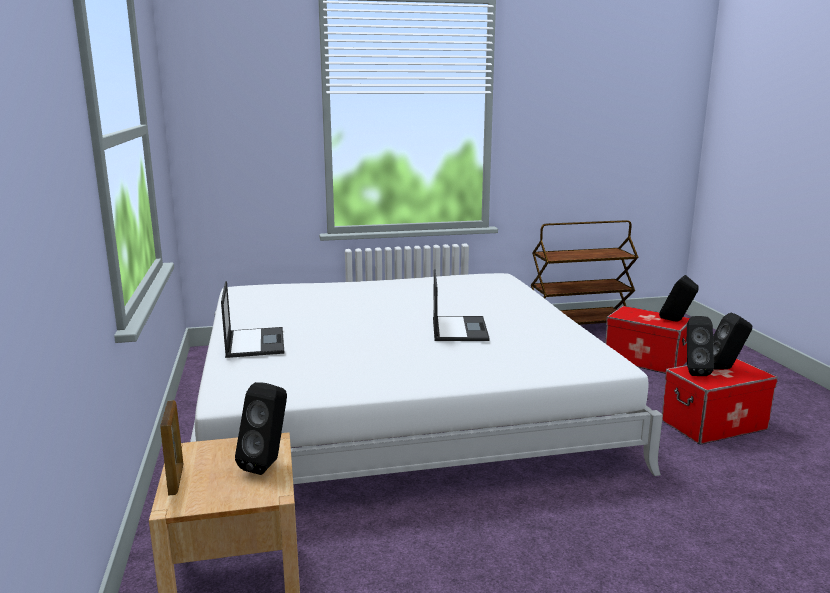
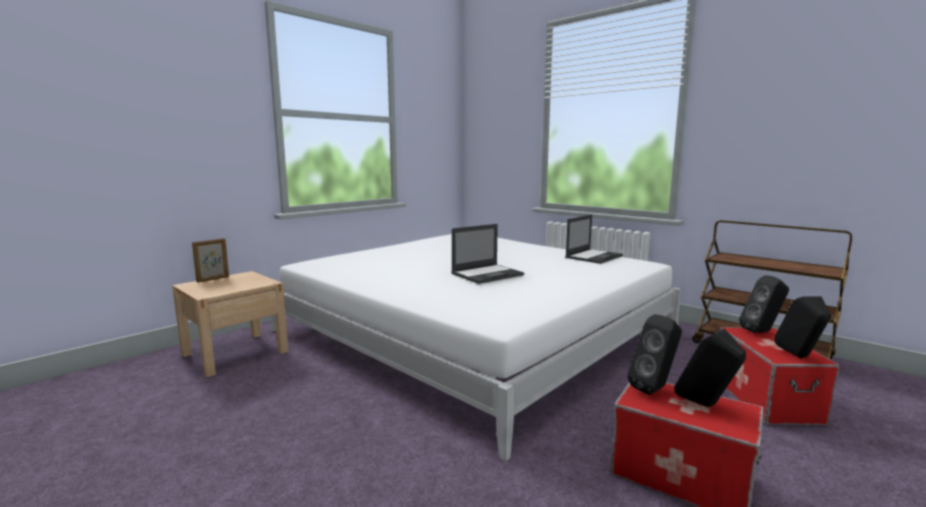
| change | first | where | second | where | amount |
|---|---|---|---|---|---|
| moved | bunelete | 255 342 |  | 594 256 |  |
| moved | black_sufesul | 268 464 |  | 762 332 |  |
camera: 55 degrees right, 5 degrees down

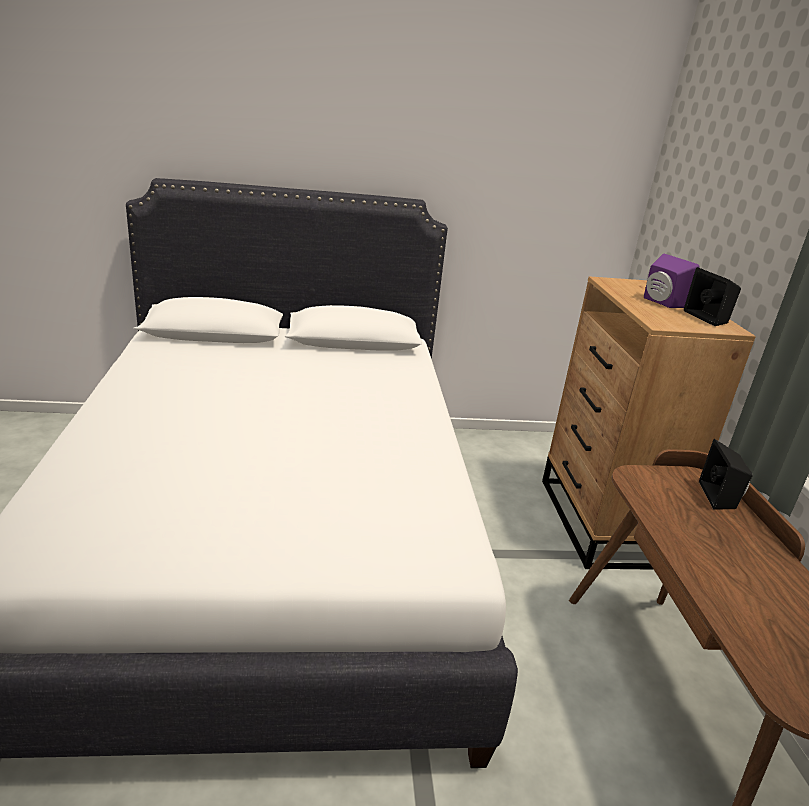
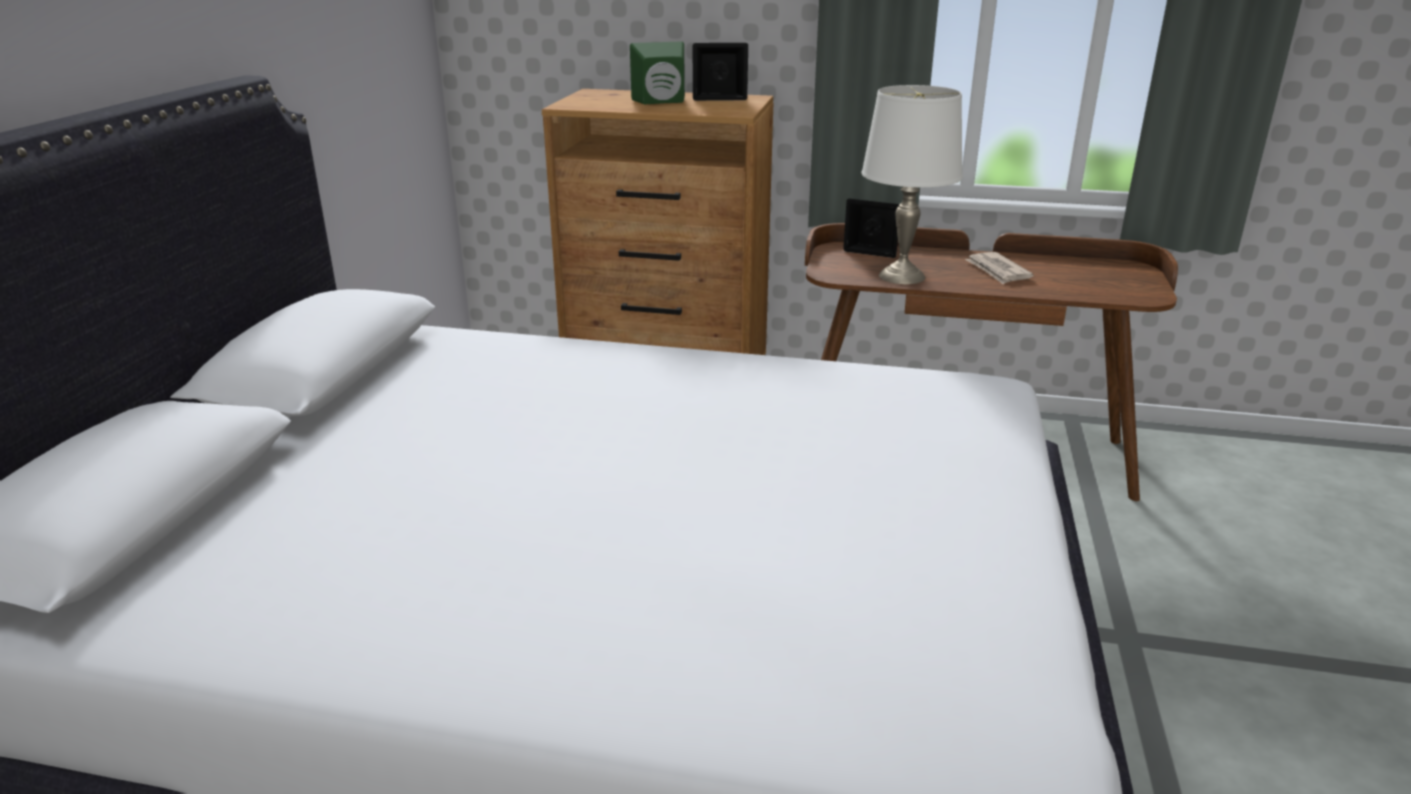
| change | first | where | second | where | amount |
|---|---|---|---|---|---|
| recoloured | purple_sufesul | 660 302 | green_sufesul | 661 102 |  |
| added |  |  | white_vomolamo | 902 276 |  |
| added |  |  | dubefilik | 997 271 |  |
camera: 70 degrees left, 0 degrees up

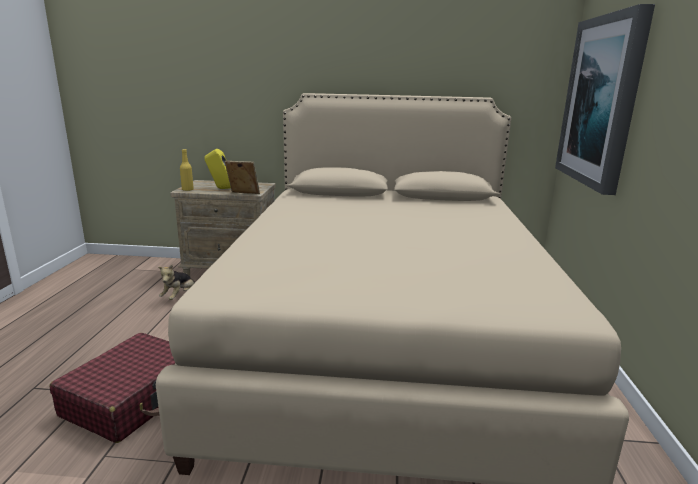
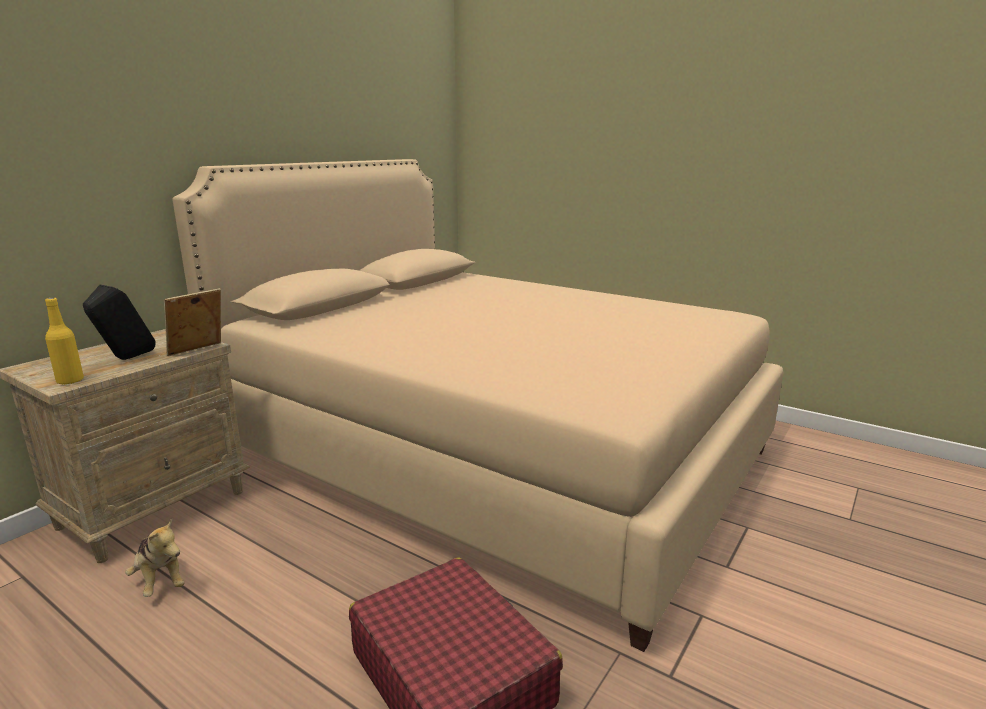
| change | first | where | second | where | amount |
|---|---|---|---|---|---|
| removed | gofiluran | 601 101 |  |  |  |
| recoloured | yellow_sufesul | 221 188 | black_sufesul | 125 359 |  |
camera: 60 degrees left, 0 degrees up

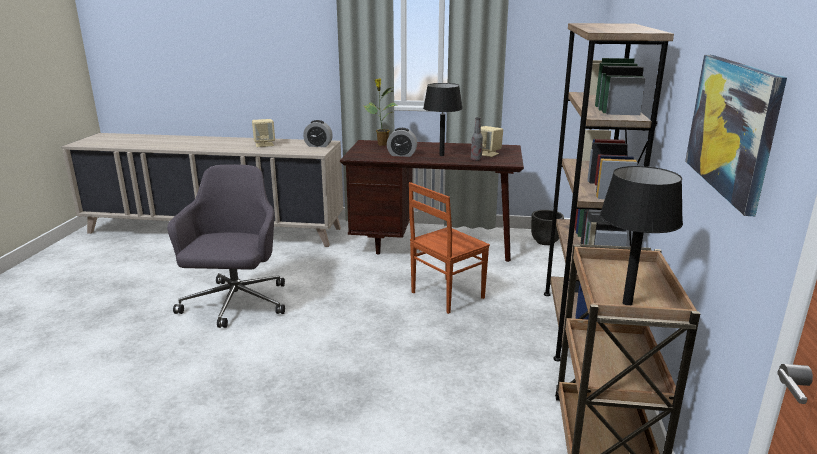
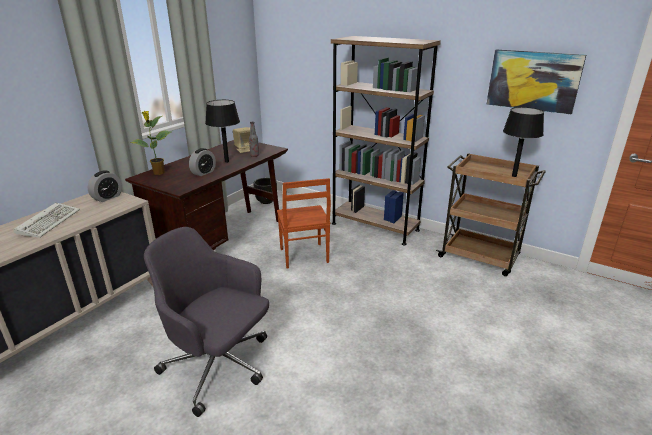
| change | first | where | second | where | amount |
|---|---|---|---|---|---|
| replaced | beige_sufesul | 264 144 | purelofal | 49 222 |  |
camera: 65 degrees left, 5 degrees up

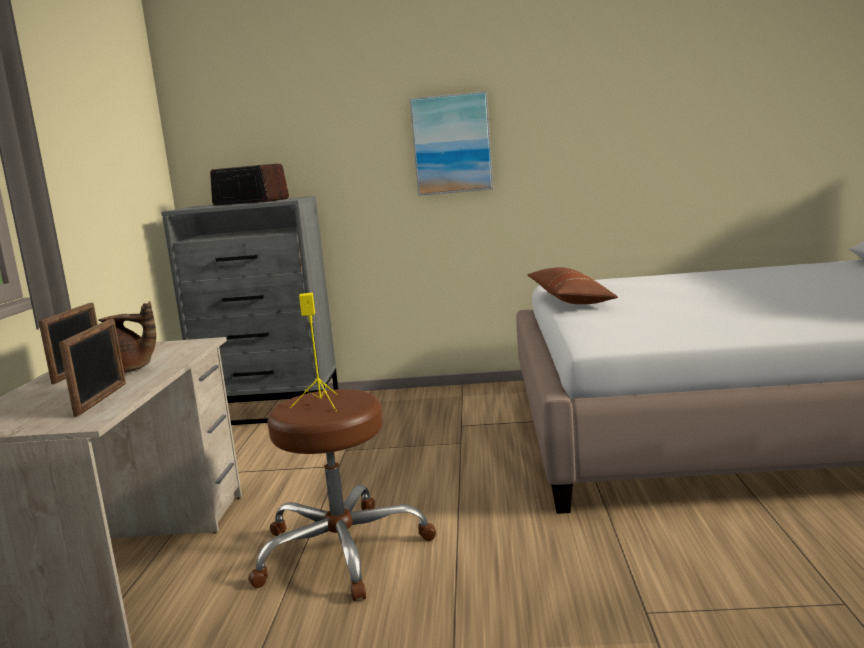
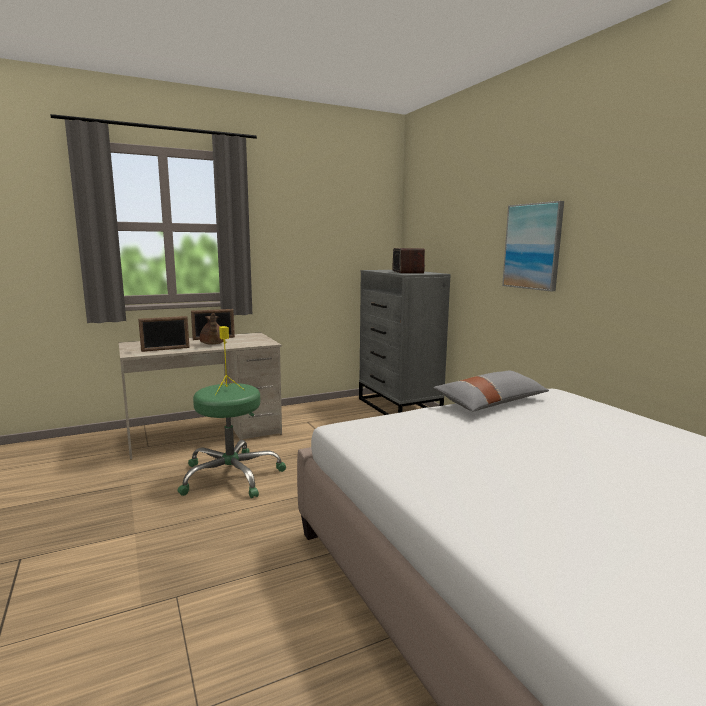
| change | first | where | second | where | amount |
|---|---|---|---|---|---|
| recoloured | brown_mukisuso | 569 299 | grey_mukisuso | 491 402 |  |
| recoloured | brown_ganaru | 341 551 | green_ganaru | 231 476 |  |
camera: 60 degrees right, 0 degrees up

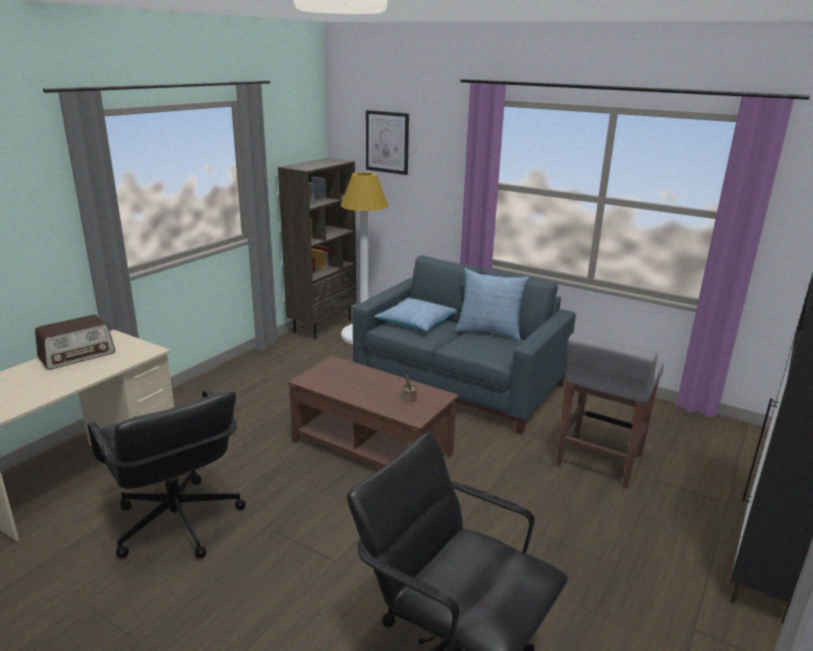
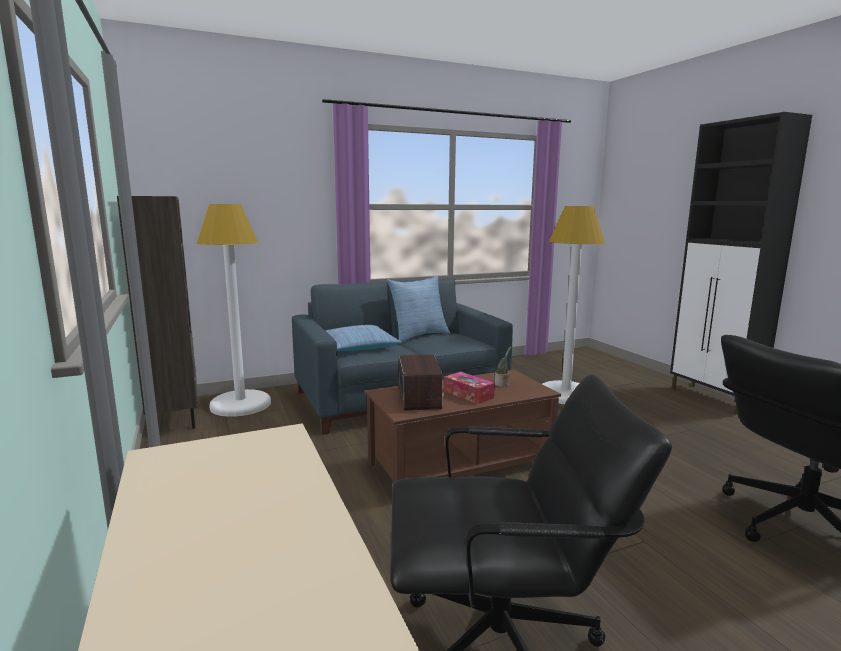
| change | first | where | second | where | amount |
|---|---|---|---|---|---|
| removed | gofiluran | 387 142 |  |  |  |
| moved | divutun | 77 355 |  | 419 397 |  |
| replaced | grey_ganaru | 598 461 | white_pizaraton | 565 394 |  |
| added |  |  | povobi | 468 394 |  |
camera: 55 degrees left, 10 degrees down

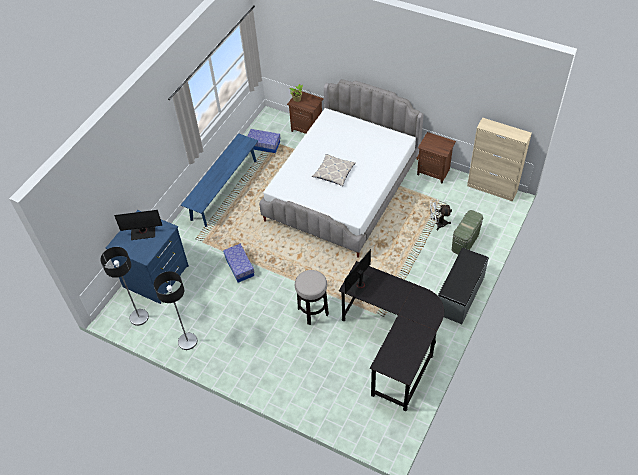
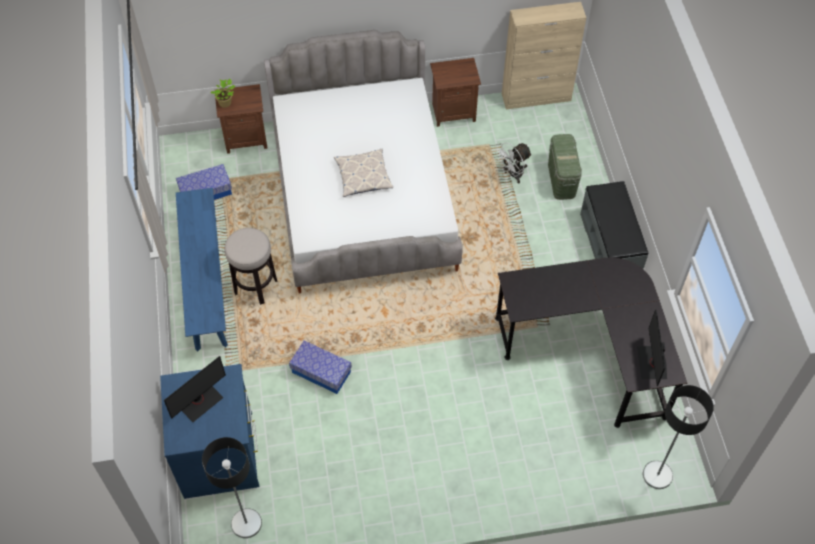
| change | first | where | second | where | amount |
|---|---|---|---|---|---|
| moved | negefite | 358 284 |  | 652 363 |  |
| moved | ganaru | 313 311 |  | 255 286 |  |
| moved | pizaraton | 187 341 |  | 657 475 |  |
camera: 40 degrees left, 5 degrees up

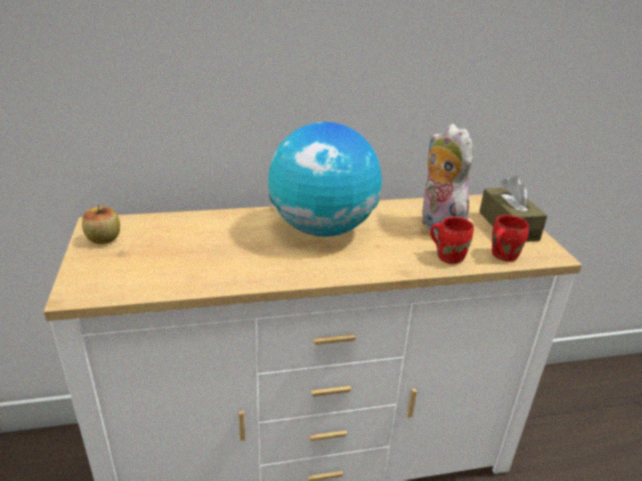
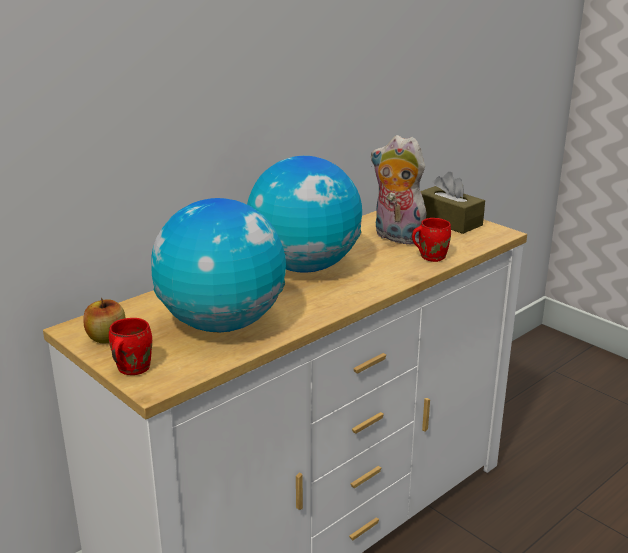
| change | first | where | second | where | amount |
|---|---|---|---|---|---|
| moved | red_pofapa | 501 255 |  | 130 368 |  |
| added |  |  | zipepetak | 222 324 |  |
camera: 30 degrees left, 5 degrees down

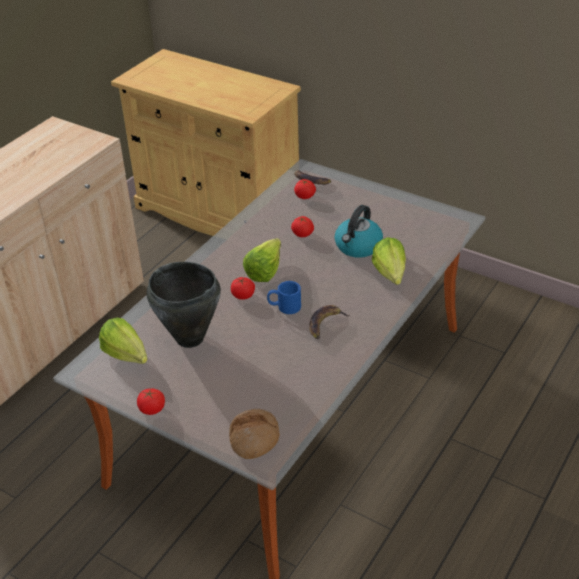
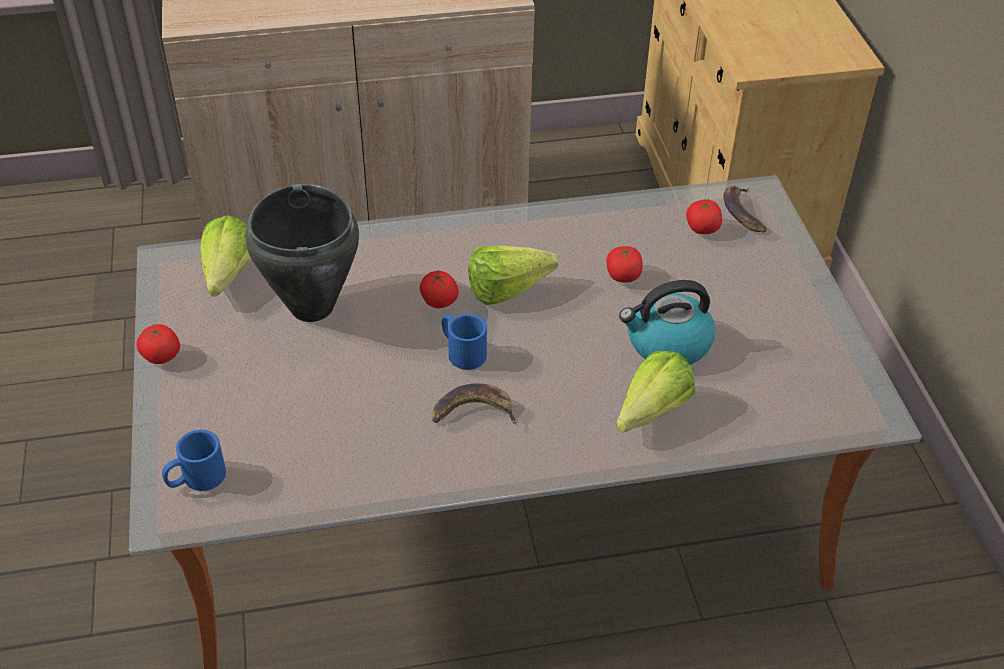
| change | first | where | second | where | amount |
|---|---|---|---|---|---|
| replaced | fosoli | 254 438 | blue_pofapa | 196 479 |  |
camera: 45 degrees right, 5 degrees up

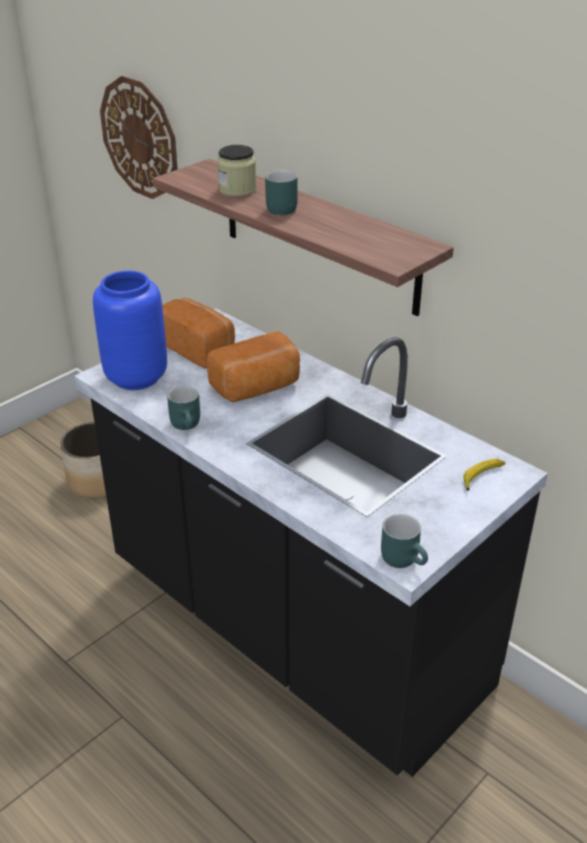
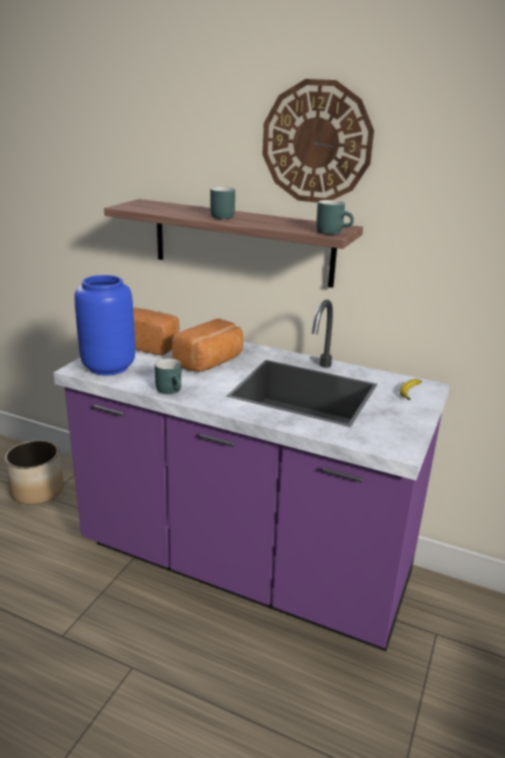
| change | first | where | second | where | amount |
|---|---|---|---|---|---|
| moved | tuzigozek | 139 138 |  | 316 142 |  |
| removed | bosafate | 237 190 |  |  |  |
| recoloured | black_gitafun | 293 628 | purple_gitafun | 245 566 |  |
| moved | turquoise_pofapa | 405 559 |  | 333 232 |  |
camera: 20 degrees left, 10 degrees down

